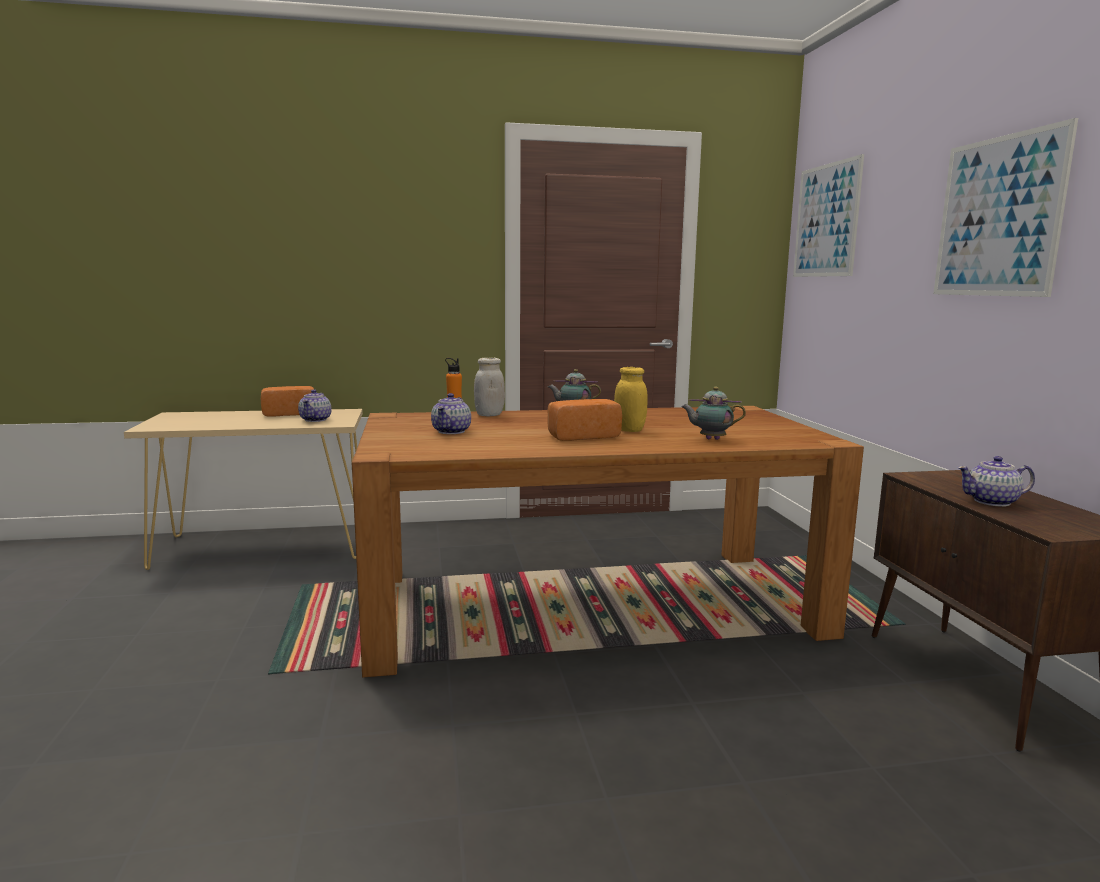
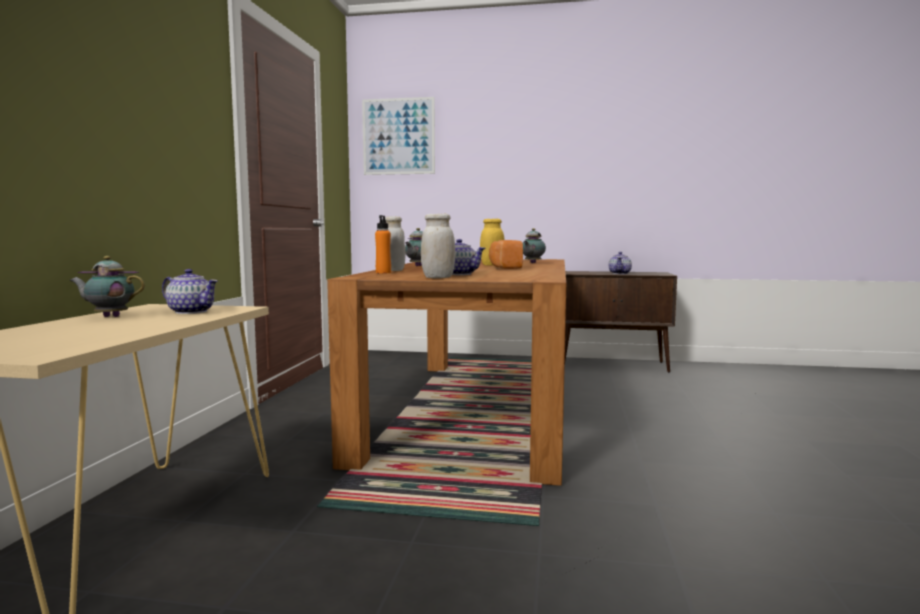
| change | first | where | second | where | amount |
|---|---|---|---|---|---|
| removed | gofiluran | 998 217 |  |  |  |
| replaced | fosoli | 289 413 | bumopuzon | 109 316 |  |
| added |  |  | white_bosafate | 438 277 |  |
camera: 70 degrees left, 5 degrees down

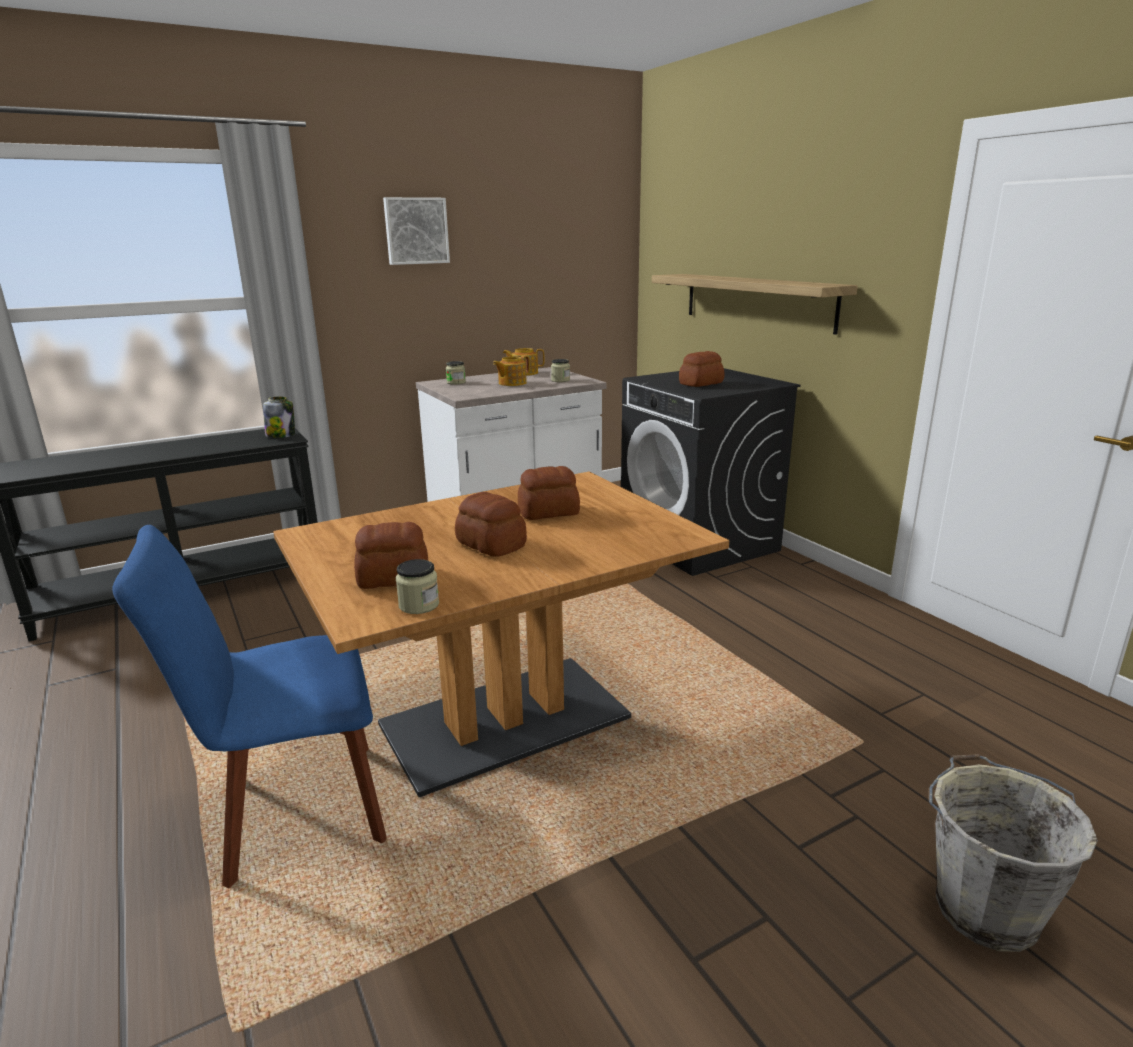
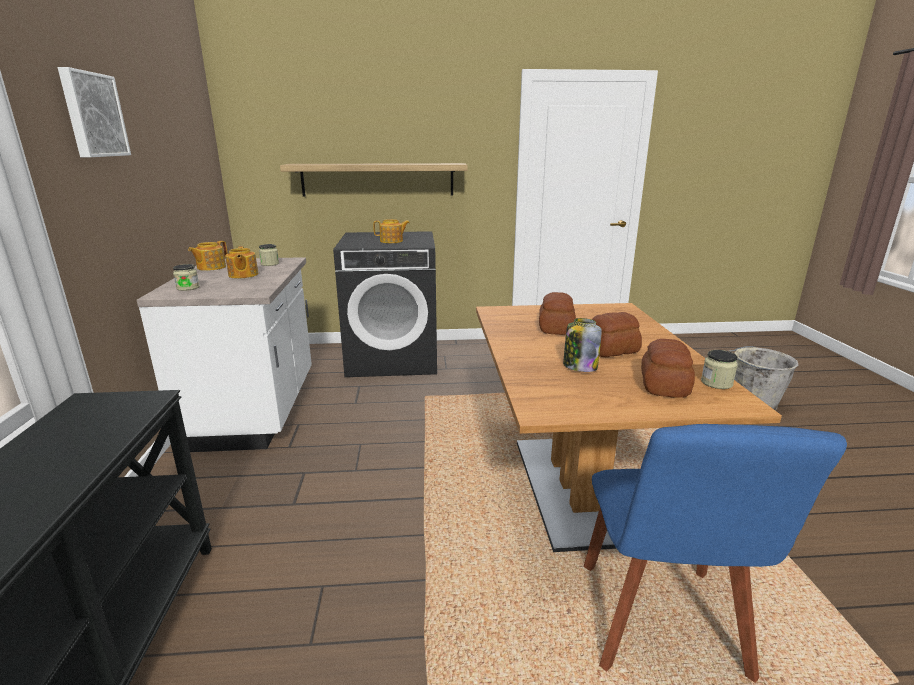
| change | first | where | second | where | amount |
|---|---|---|---|---|---|
| replaced | fosoli | 700 383 | bumopuzon | 392 241 |  |
| moved | bosafate | 281 435 |  | 579 366 |  |
camera: 65 degrees left, 0 degrees up

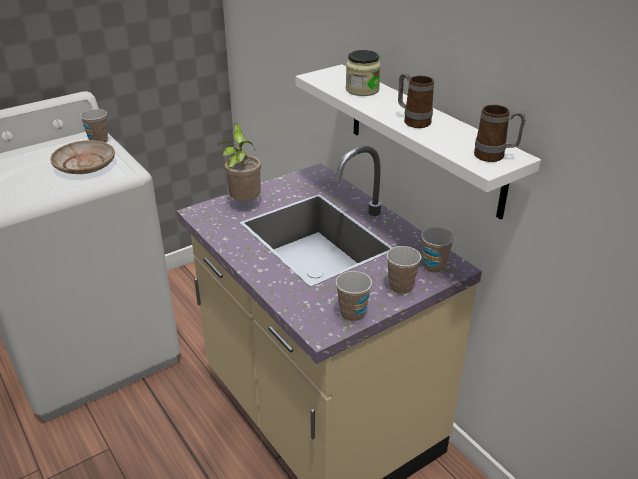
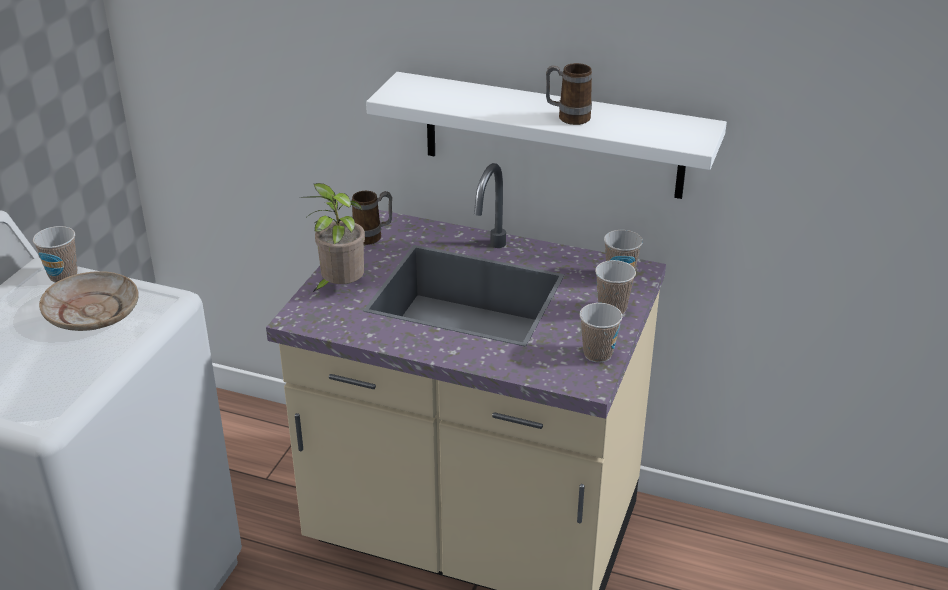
| change | first | where | second | where | amount |
|---|---|---|---|---|---|
| removed | bosafate | 362 90 |  |  |  |
| moved | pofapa | 495 156 |  | 373 237 |  |
camera: 35 degrees left, 0 degrees up

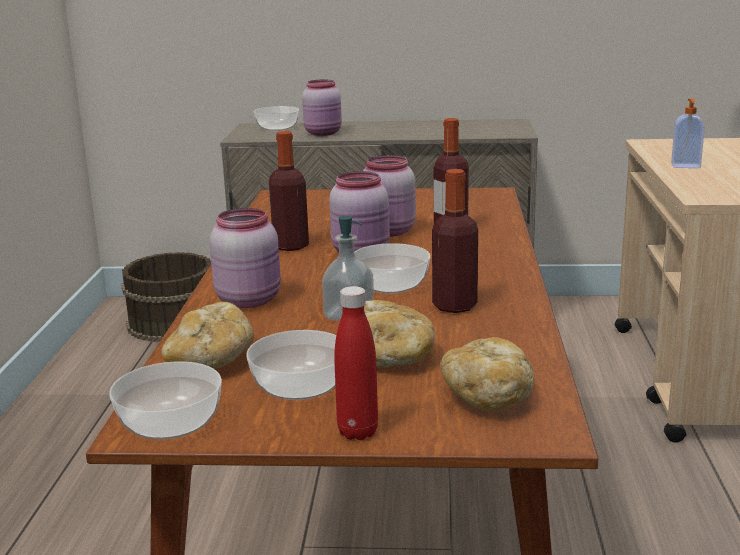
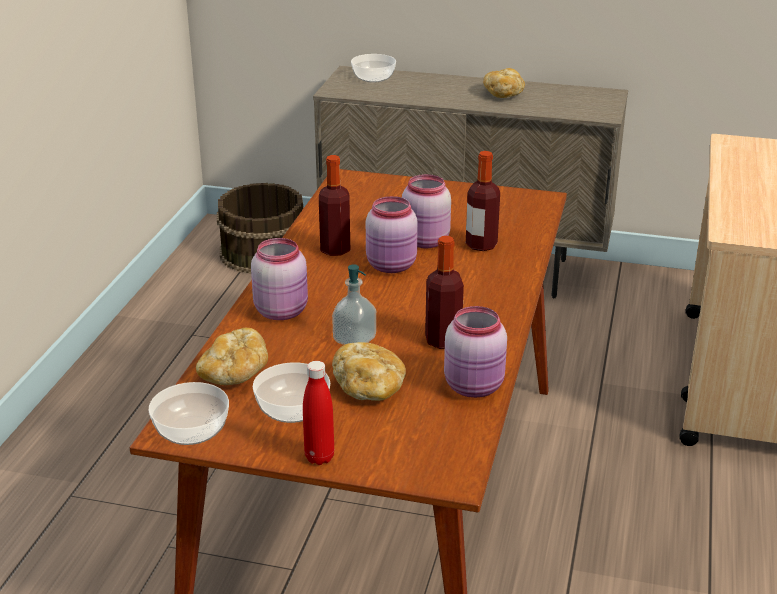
| change | first | where | second | where | amount |
|---|---|---|---|---|---|
| moved | pink_bosafate | 324 133 |  | 475 387 |  |
| removed | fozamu | 685 166 |  |  |  |
| removed | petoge | 392 285 |  |  |  |
| moved | fosoli | 488 396 |  | 503 94 |  |
camera: 10 degrees right, 10 degrees up

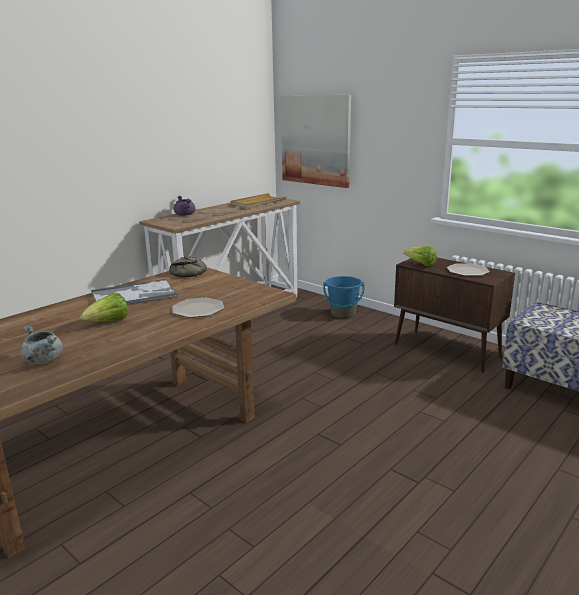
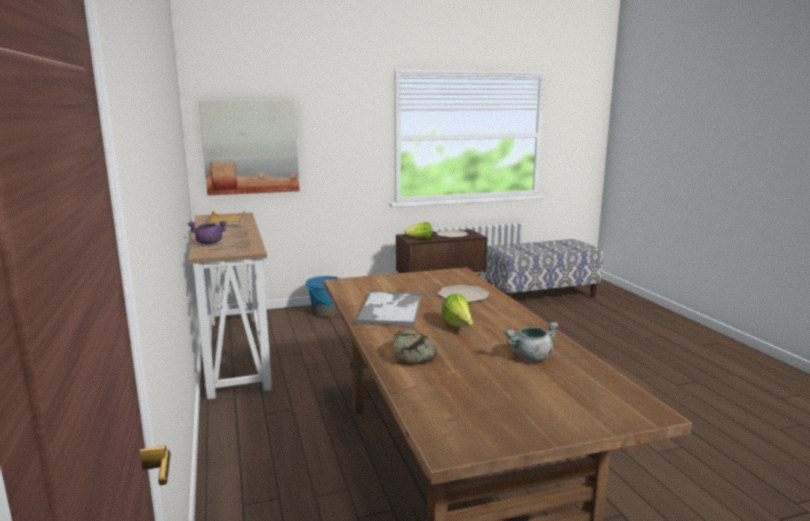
| change | first | where | second | where | amount |
|---|---|---|---|---|---|
| moved | fosoli | 189 273 |  | 412 354 |  |
camera: 60 degrees left, 5 degrees down

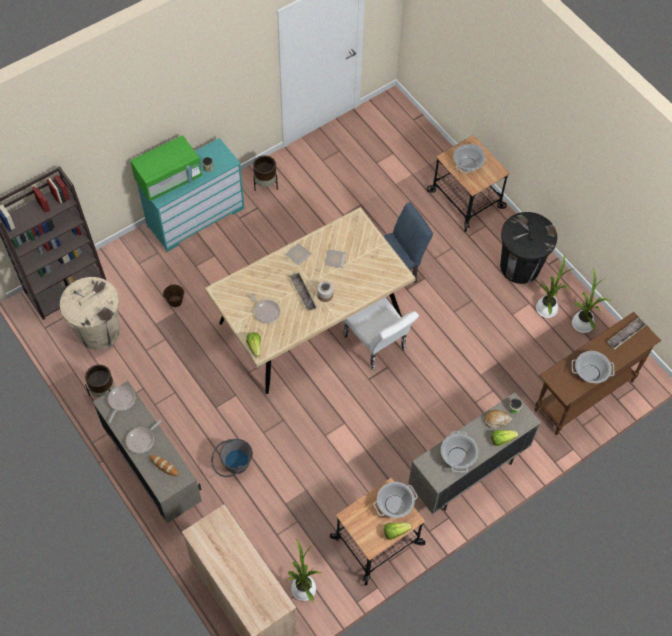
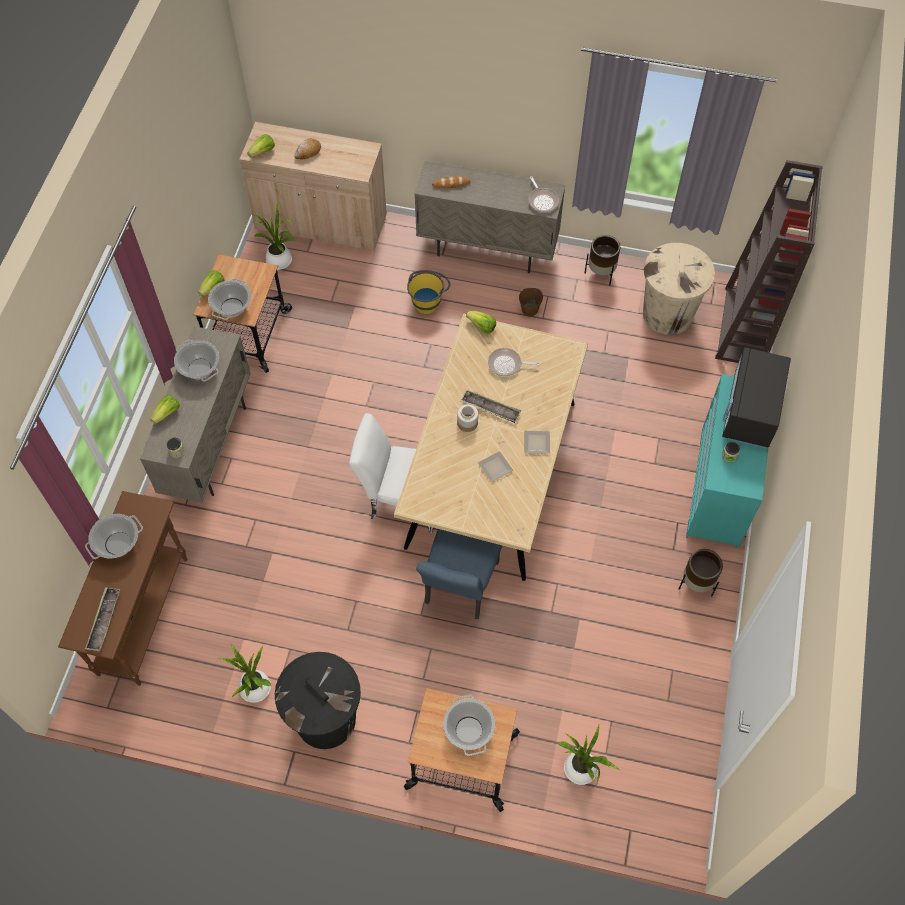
| change | first | where | second | where | amount |
|---|---|---|---|---|---|
| recoloured | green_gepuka | 168 179 | black_gepuka | 750 411 |  |
| moved | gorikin | 582 322 |  | 582 771 |  |
| moved | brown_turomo | 175 301 |  | 530 309 |  |
| moved | fosoli | 497 420 |  | 308 152 |  |
| removed | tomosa | 142 440 |  |  |  |
| recoloured | grey_turomo | 233 466 | yellow_turomo | 428 300 |  |
| added |  |  | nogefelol | 263 152 |  |
camera: 140 degrees right, 0 degrees up

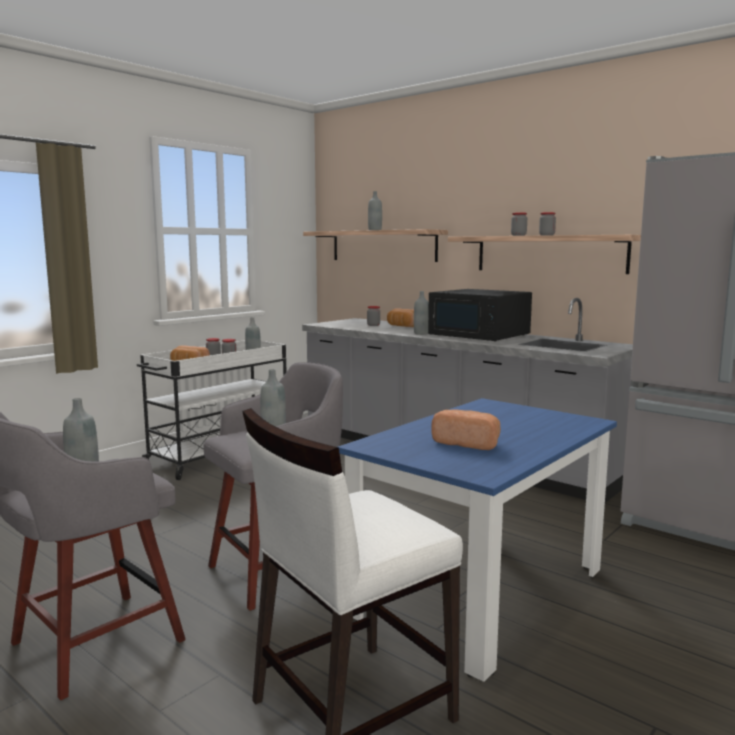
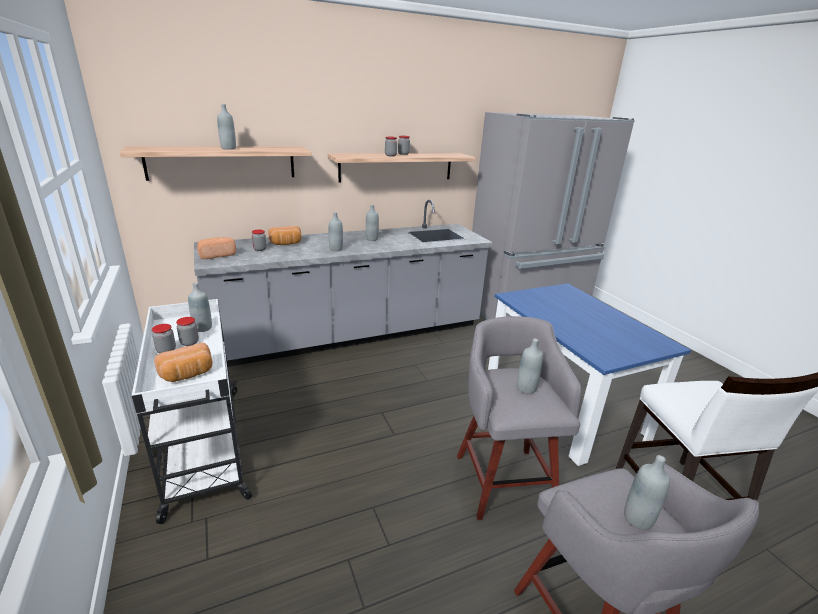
| change | first | where | second | where | amount |
|---|---|---|---|---|---|
| replaced | black_gepuka | 480 335 | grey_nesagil | 372 239 |  |
| moved | fosoli | 467 443 |  | 216 255 |  |
camera: 65 degrees left, 15 degrees up

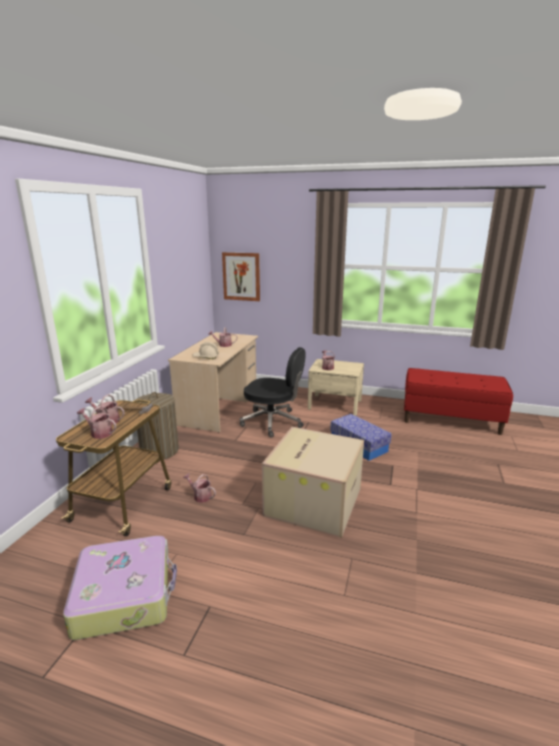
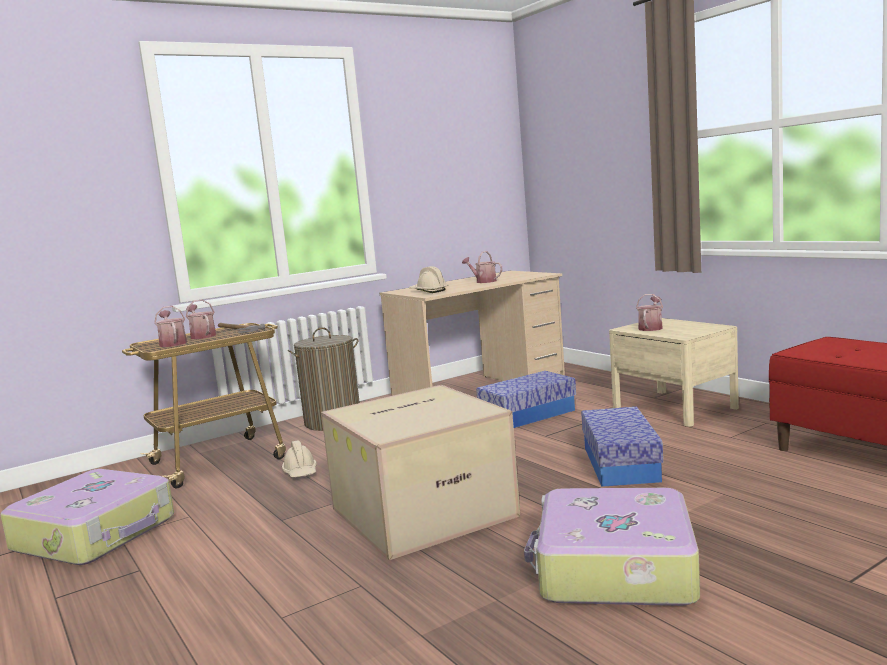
| change | first | where | second | where | amount |
|---|---|---|---|---|---|
| removed | gofiluran | 241 276 |  |  |  |
| replaced | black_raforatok | 273 422 | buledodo | 528 415 |  |
| replaced | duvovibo | 200 496 | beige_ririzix | 300 472 |  |
| added |  |  | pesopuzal | 614 568 |  |
camera: 40 degrees right, 10 degrees down

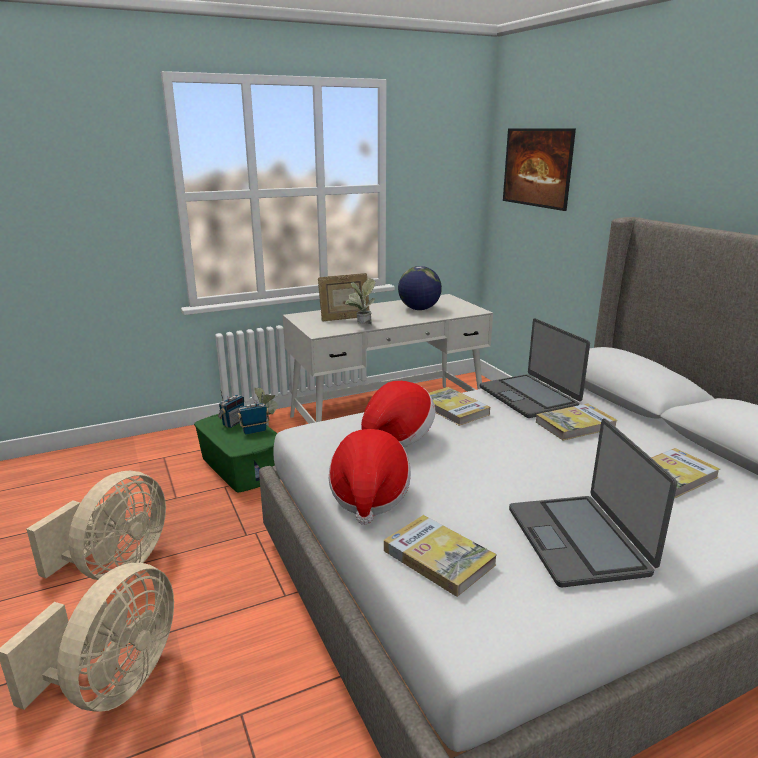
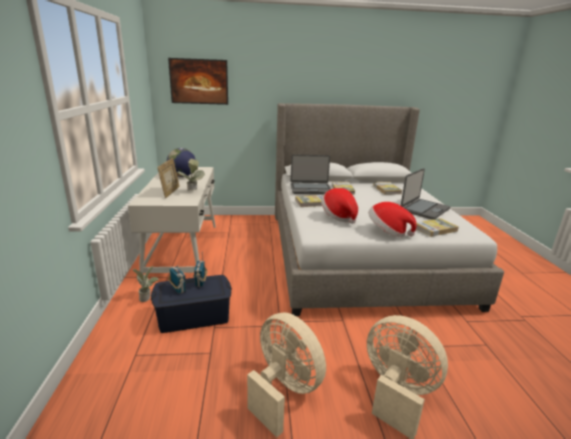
| change | first | where | second | where | amount |
|---|---|---|---|---|---|
| recoloured | green_buledodo | 241 467 | blue_buledodo | 193 316 |  |
| turned | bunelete | 578 540 |  | 424 209 | 60 degrees counterclockwise |
camera: 70 degrees left, 0 degrees up

